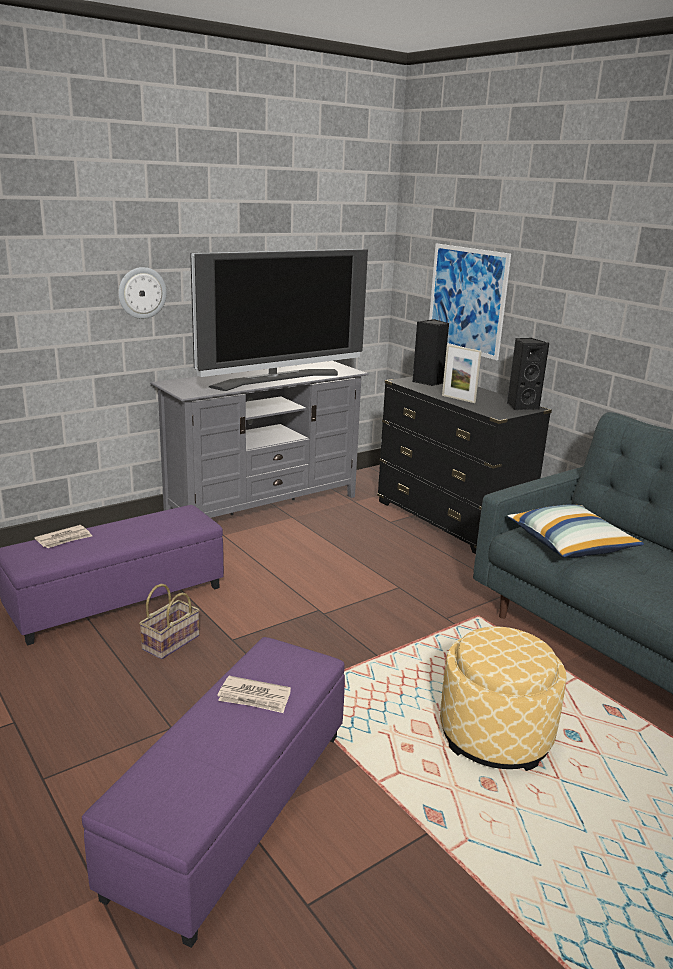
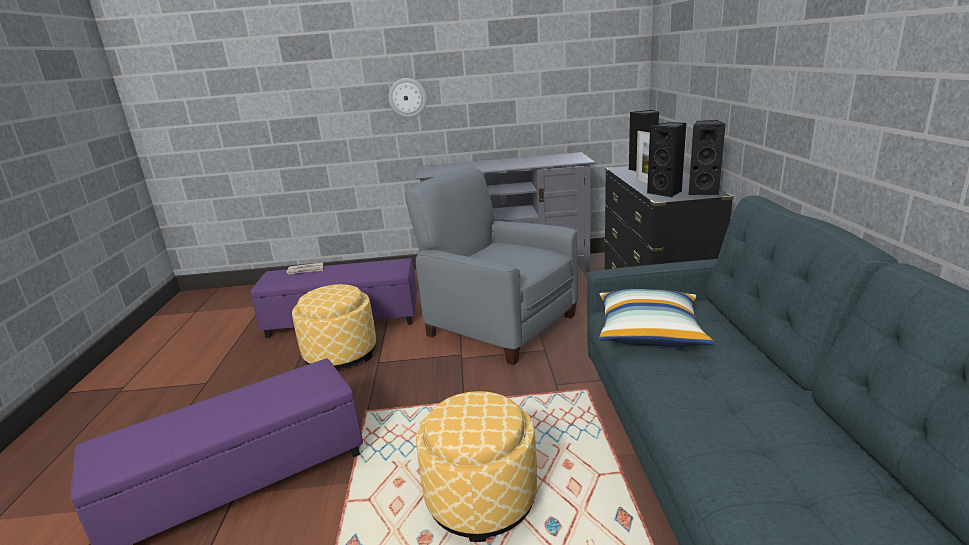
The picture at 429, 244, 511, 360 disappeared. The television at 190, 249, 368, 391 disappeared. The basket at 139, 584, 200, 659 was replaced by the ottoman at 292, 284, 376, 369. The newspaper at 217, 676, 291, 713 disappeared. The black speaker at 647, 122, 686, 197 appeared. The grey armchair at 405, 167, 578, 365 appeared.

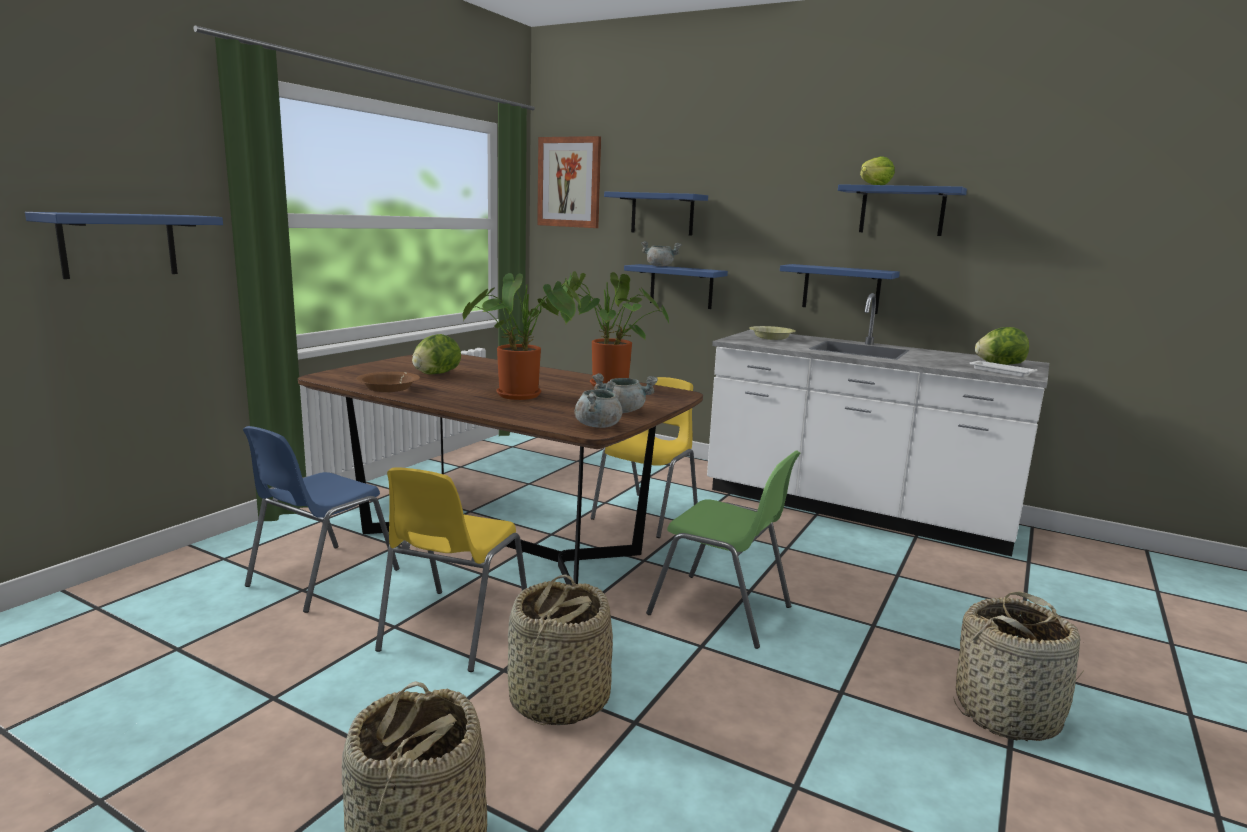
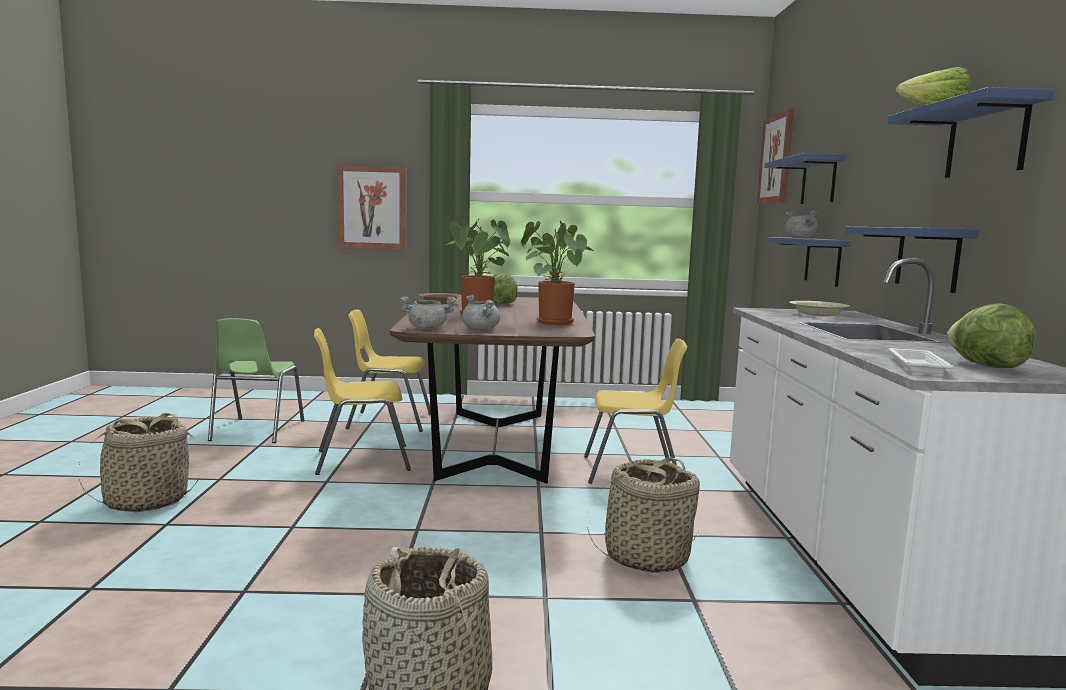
The blue shelf at 25, 212, 223, 279 was replaced by the picture at 337, 165, 406, 250. The blue chair at 243, 426, 399, 613 became the yellow chair at 346, 309, 431, 432. The green chair moved from 646, 451, 800, 649 to 208, 318, 304, 443. The basket moved from 507, 574, 613, 725 to 587, 457, 700, 573.

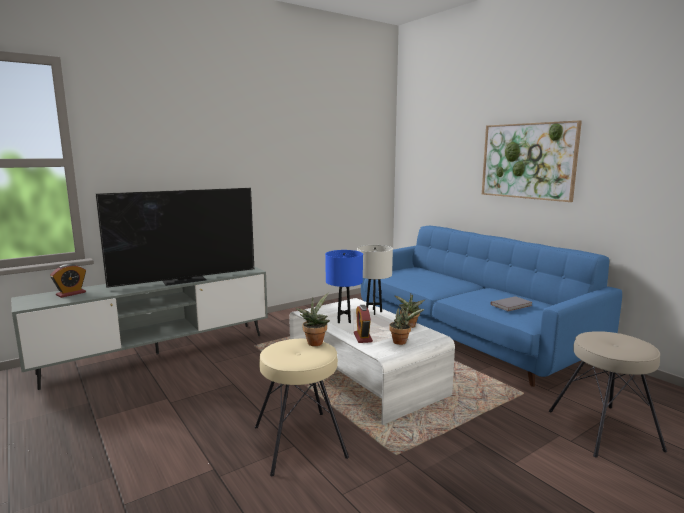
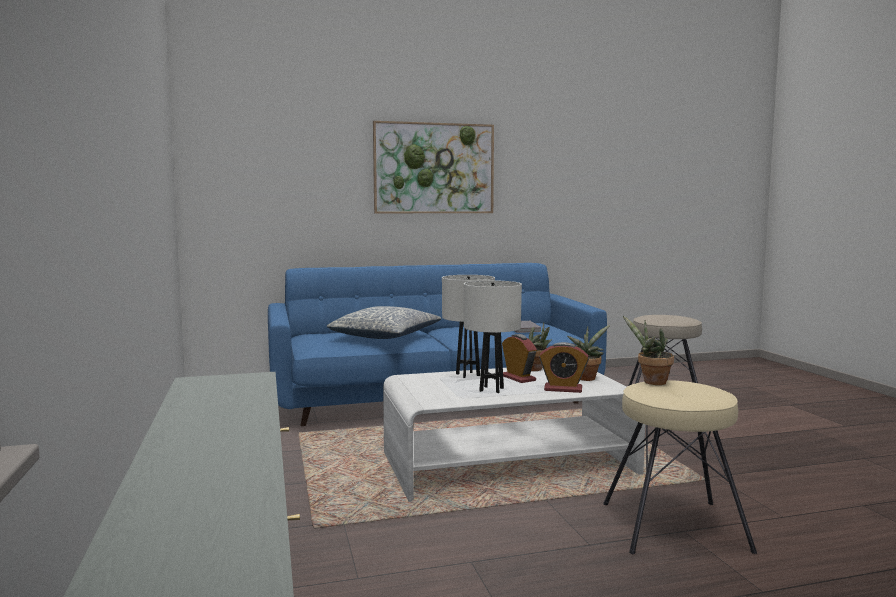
The television at 96, 188, 254, 288 disappeared. The blue table lamp at 325, 250, 363, 323 became the white table lamp at 464, 280, 522, 393. The alarm clock moved from 50, 264, 86, 298 to 502, 334, 537, 383. The pillow at 327, 306, 441, 339 appeared.

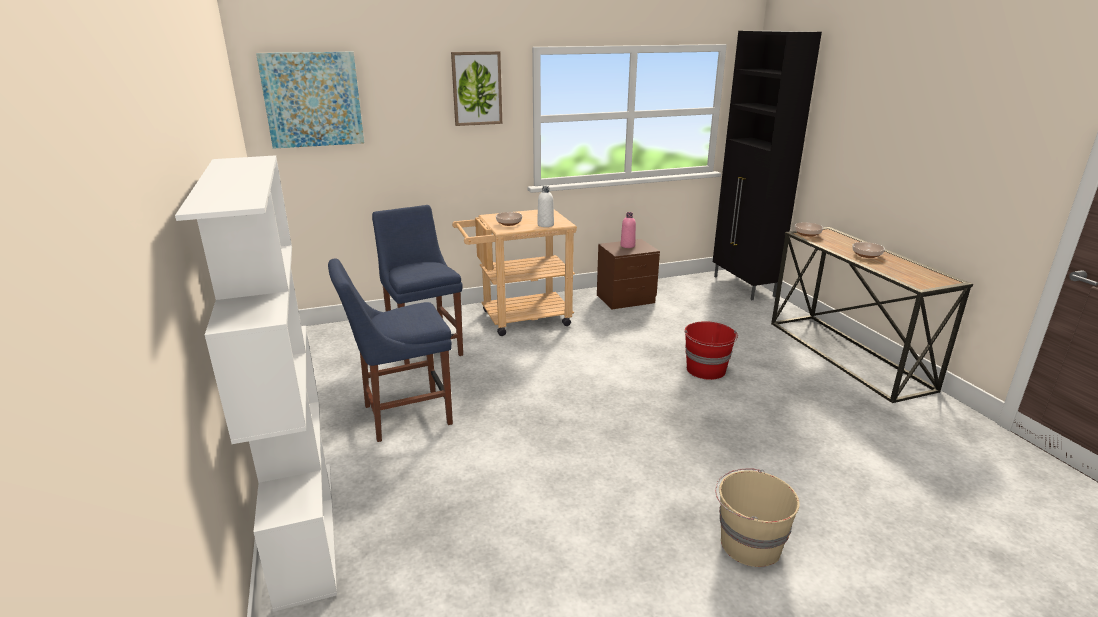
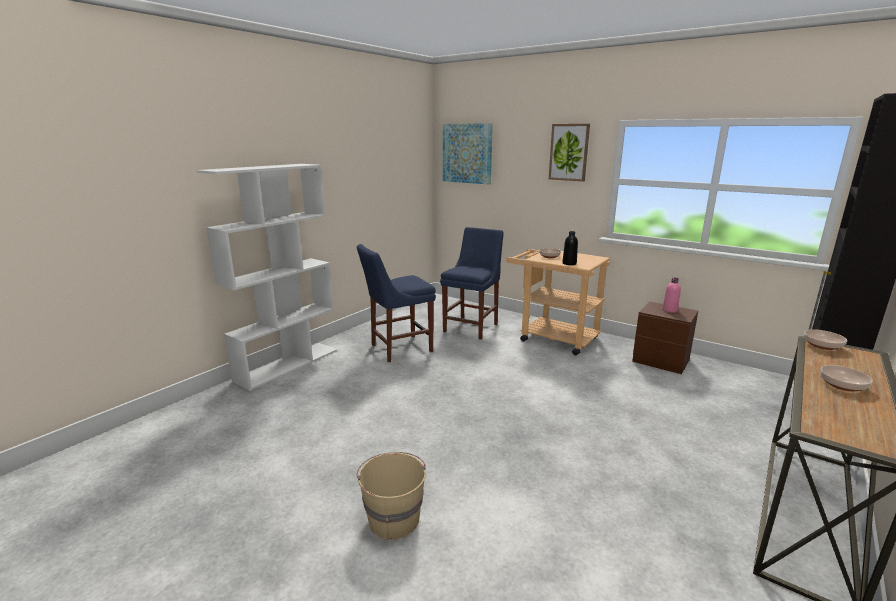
The white bottle at 537, 186, 554, 227 became the black bottle at 563, 231, 578, 265. The blue chair at 328, 259, 453, 442 turned 60 degrees counterclockwise. The red bucket at 685, 321, 738, 380 disappeared.

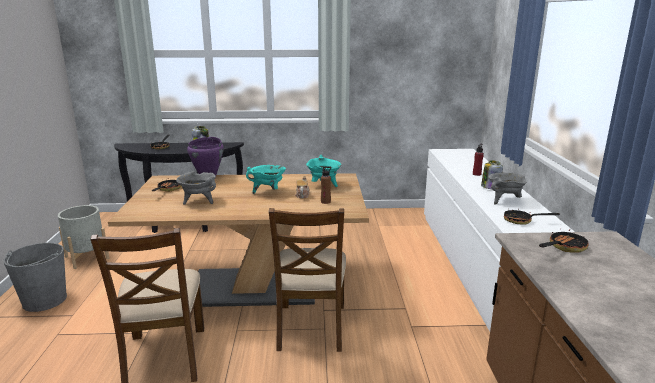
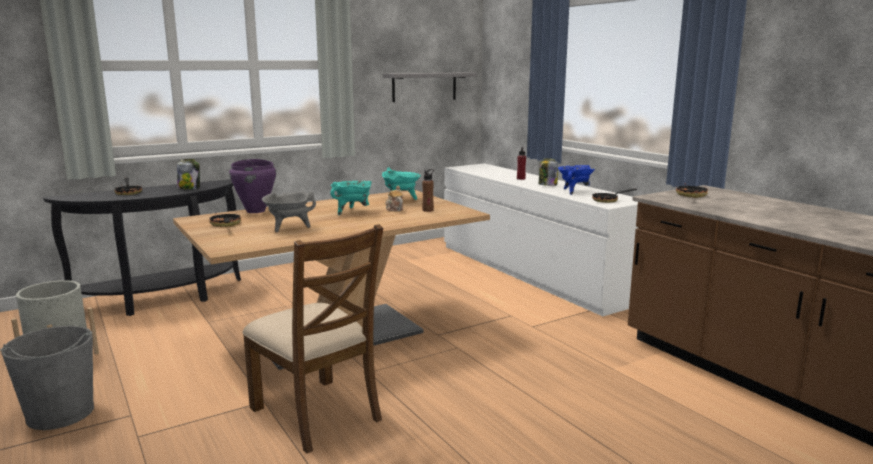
The grey cooking pot at 489, 173, 527, 205 became the blue cooking pot at 558, 165, 595, 195. The brown chair at 269, 208, 346, 352 disappeared. The grey shelf at 383, 72, 476, 102 appeared.

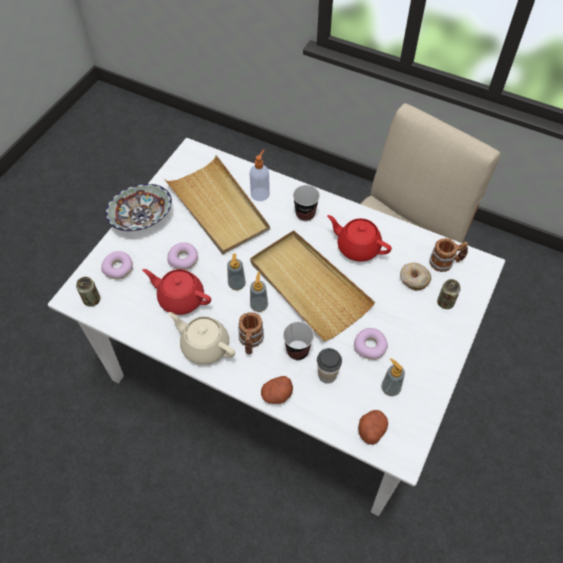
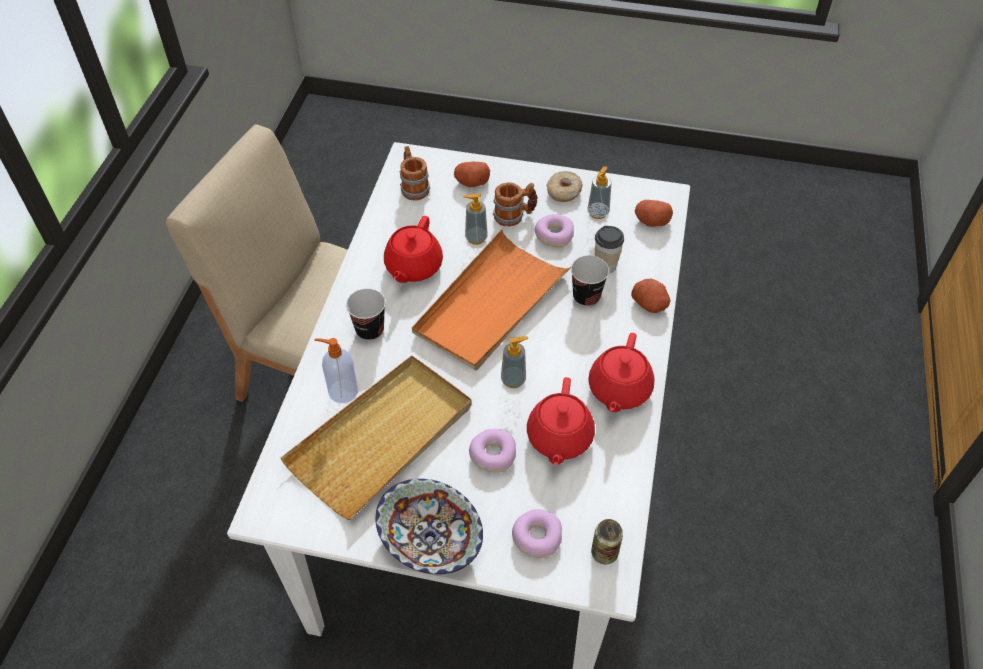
The beige tray at 250, 230, 375, 341 became the orange tray at 412, 229, 571, 371. The donut moved from 400, 263, 431, 291 to 546, 171, 582, 202. The soap dispenser moved from 250, 271, 268, 312 to 464, 193, 488, 245. The can at 437, 279, 460, 309 was replaced by the potato at 454, 162, 490, 187. The beige teapot at 168, 312, 235, 365 became the red teapot at 588, 333, 655, 412. The mug moved from 238, 312, 264, 354 to 493, 182, 538, 227.

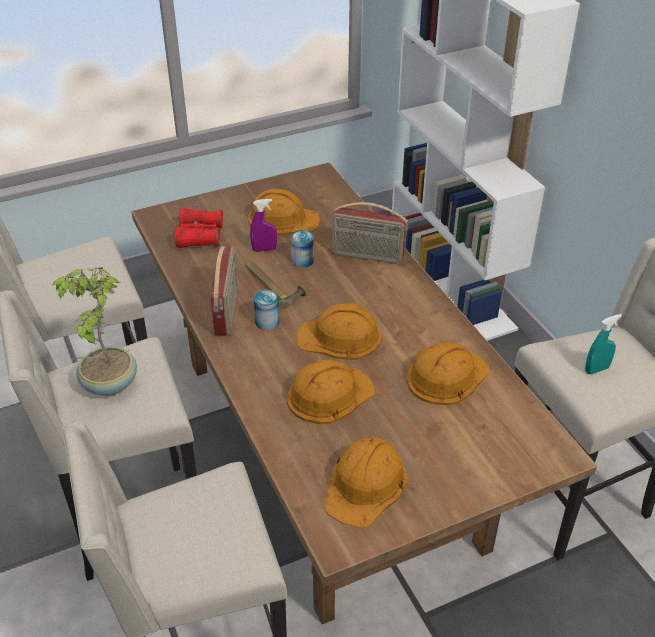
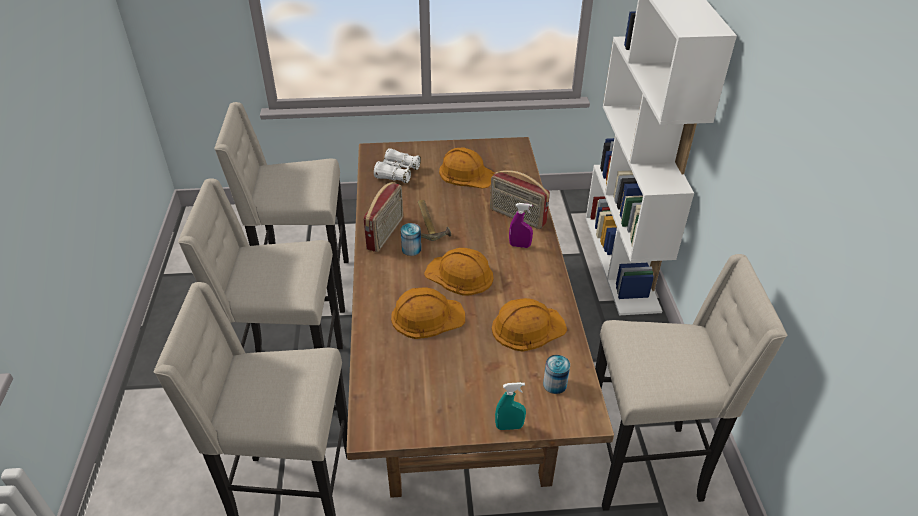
The purple spray bottle moved from 250, 199, 277, 252 to 509, 203, 533, 248. The red binoculars at 175, 208, 223, 248 became the white binoculars at 374, 148, 421, 183. The can moved from 291, 230, 314, 268 to 543, 355, 570, 394. The potted plant at 51, 267, 137, 396 disappeared. The turquoise spray bottle moved from 585, 314, 622, 374 to 495, 382, 526, 430. The orange hard hat at 324, 437, 408, 528 disappeared.

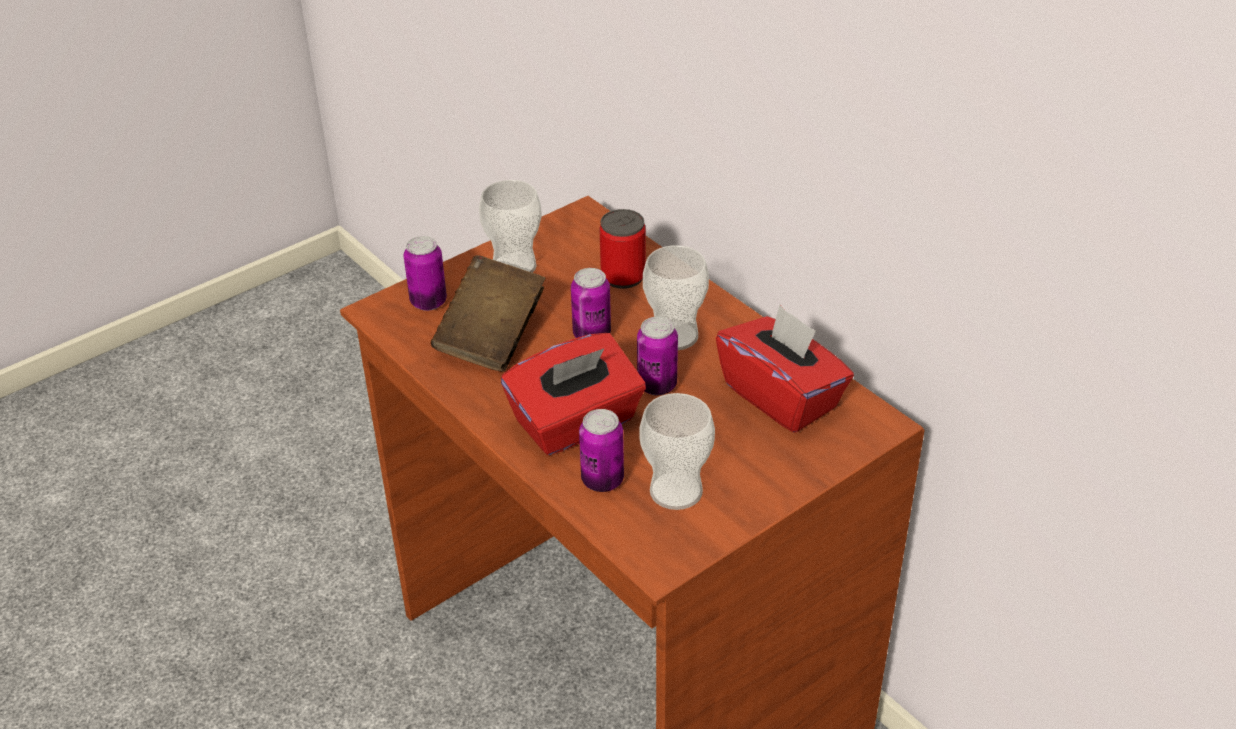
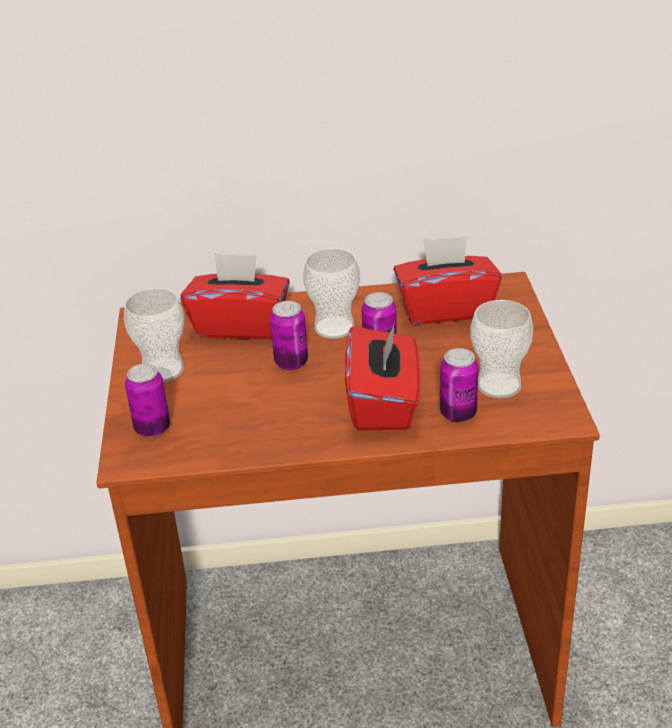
The can at 600, 209, 646, 289 was replaced by the red tissue box at 180, 253, 290, 340. The brown book at 431, 255, 545, 372 disappeared.

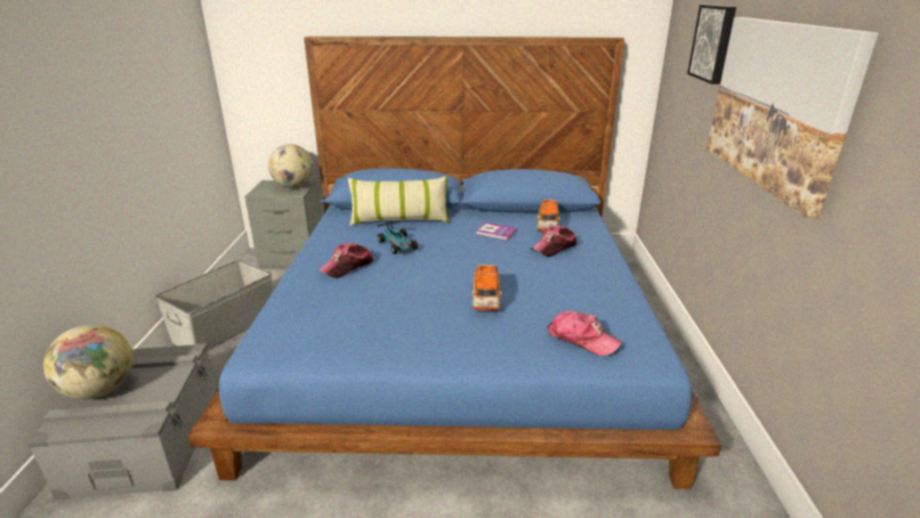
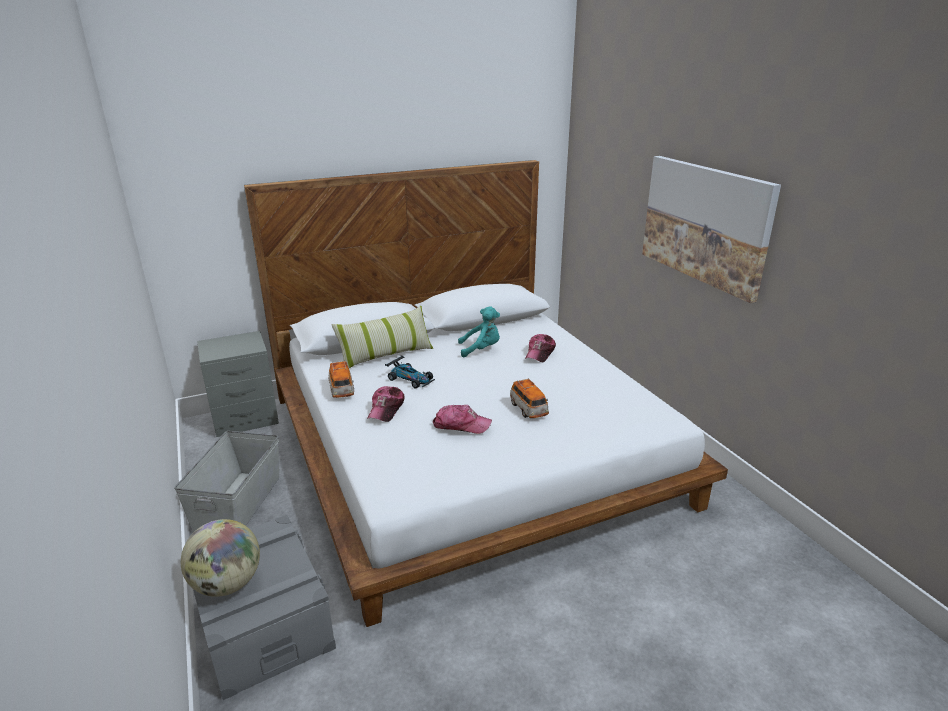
The picture at 687, 5, 736, 84 disappeared. The blue bed at 188, 36, 722, 489 became the white bed at 244, 160, 728, 627. The globe at 268, 144, 313, 188 disappeared. The toy car moved from 537, 199, 560, 231 to 329, 361, 354, 398. The book at 476, 222, 517, 240 was replaced by the turquoise plush toy at 458, 306, 500, 357. The cap moved from 548, 311, 622, 356 to 433, 405, 492, 434.

